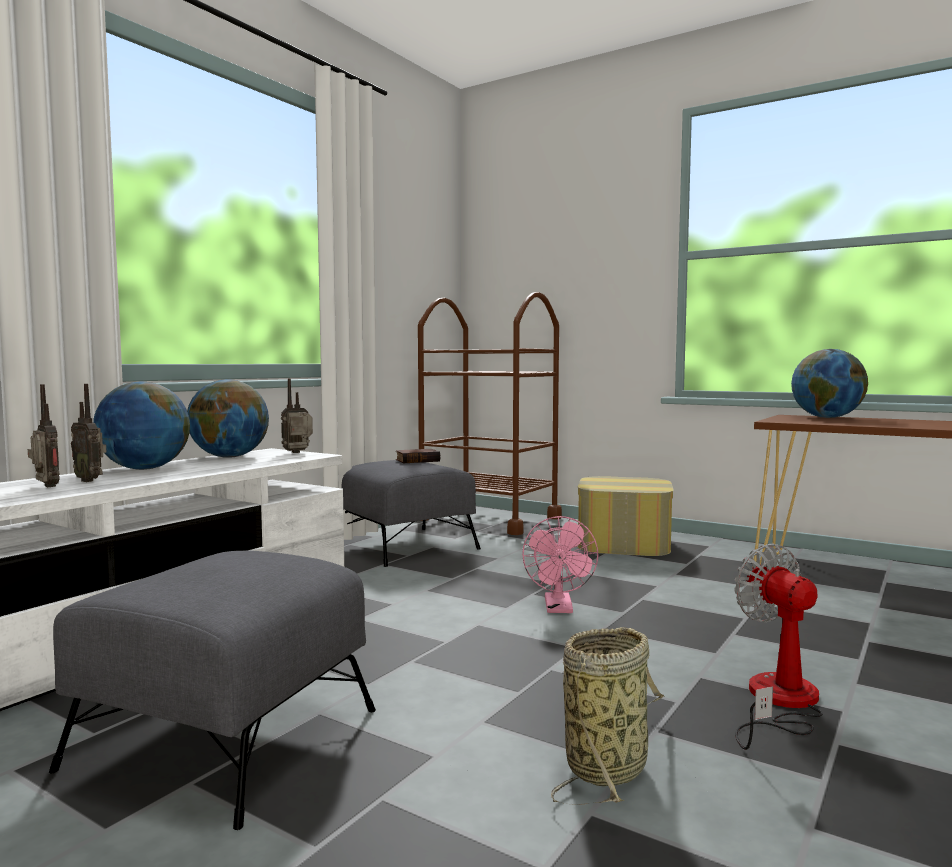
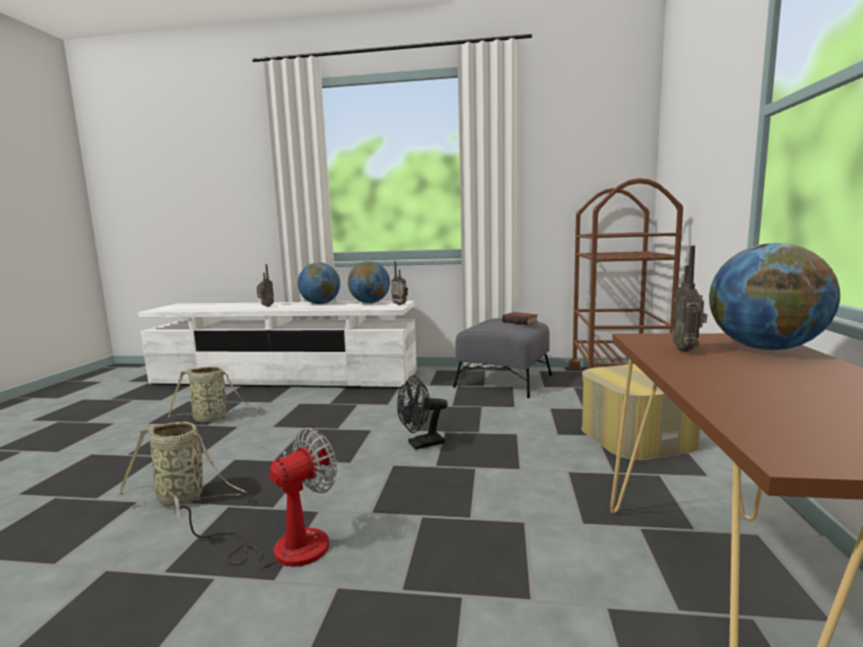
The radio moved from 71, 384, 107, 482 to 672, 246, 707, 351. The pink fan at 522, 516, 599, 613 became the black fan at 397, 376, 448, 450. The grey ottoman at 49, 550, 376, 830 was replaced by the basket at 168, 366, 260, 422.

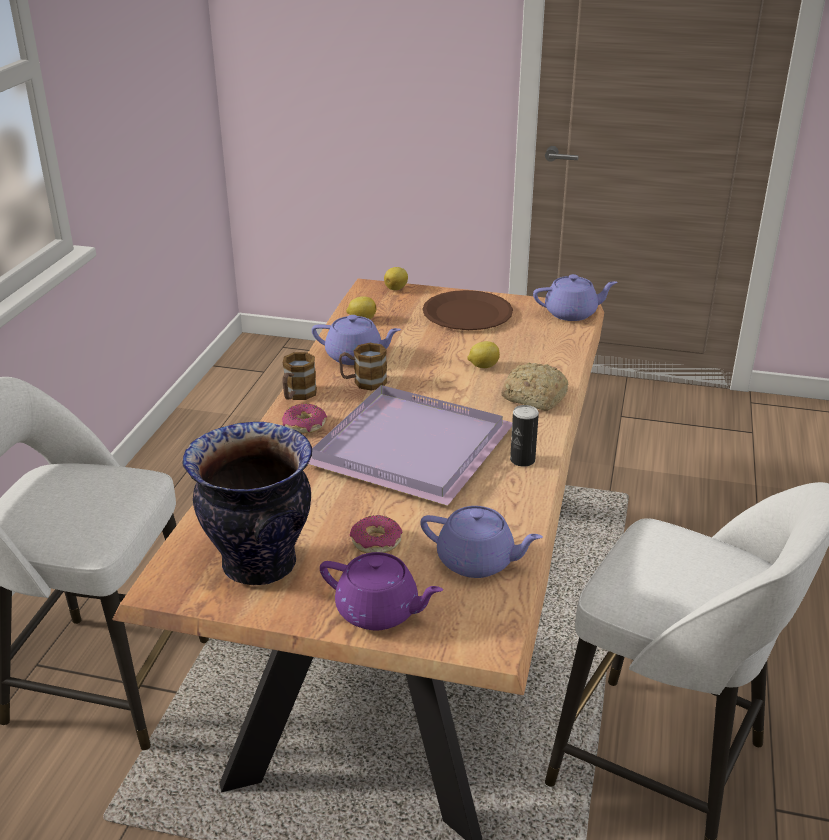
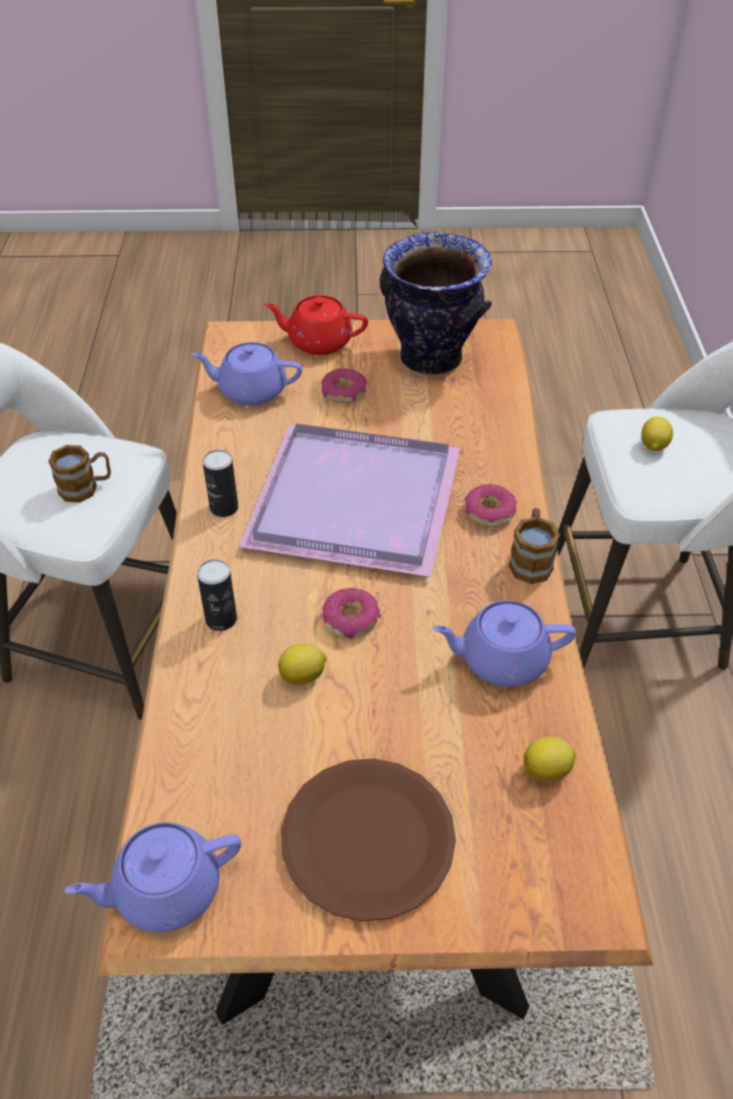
The lemon moved from 384, 267, 408, 290 to 641, 416, 673, 451. The mug moved from 339, 343, 387, 391 to 48, 445, 111, 502. The bread at 501, 362, 568, 411 was replaced by the can at 197, 559, 237, 631. The purple teapot at 320, 552, 443, 630 became the red teapot at 264, 295, 368, 355. The donut at 322, 588, 381, 639 appeared.

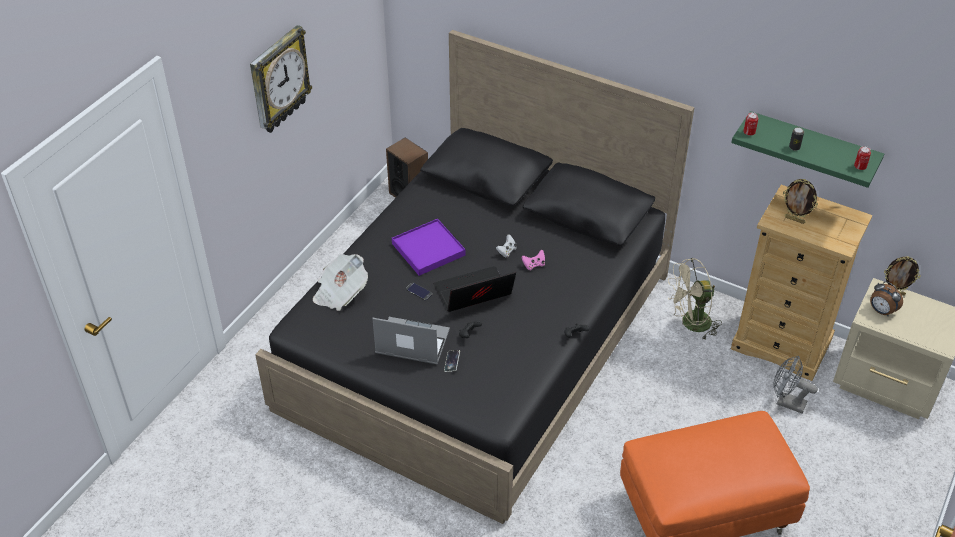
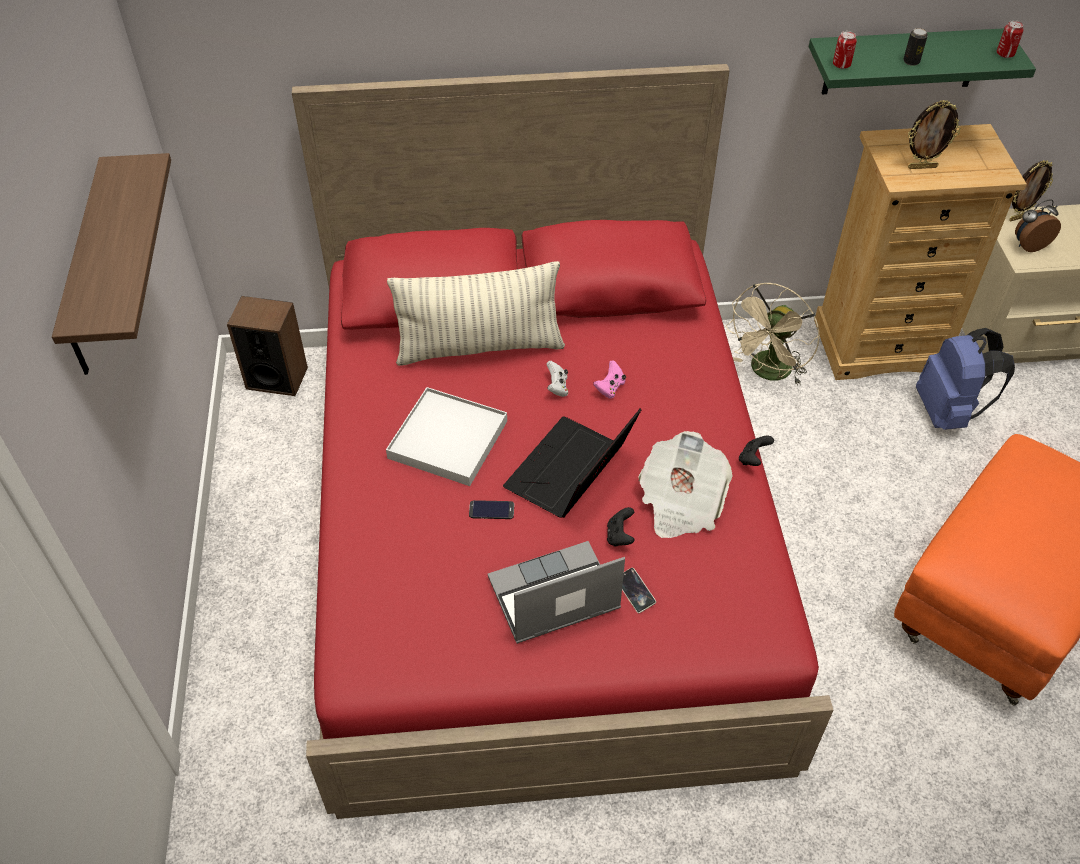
The wall clock at 250, 25, 312, 133 was replaced by the shelf at 52, 153, 171, 375. The black bed at 255, 30, 695, 524 became the red bed at 292, 64, 833, 819. The purple tray at 392, 219, 466, 276 became the white tray at 386, 387, 507, 486. The newspaper moved from 313, 254, 368, 311 to 639, 431, 733, 538. The alarm clock at 870, 282, 903, 316 turned 150 degrees clockwise. The grey fan at 773, 356, 818, 413 was replaced by the blue backpack at 916, 328, 1015, 430. The pillow at 387, 261, 565, 366 appeared.

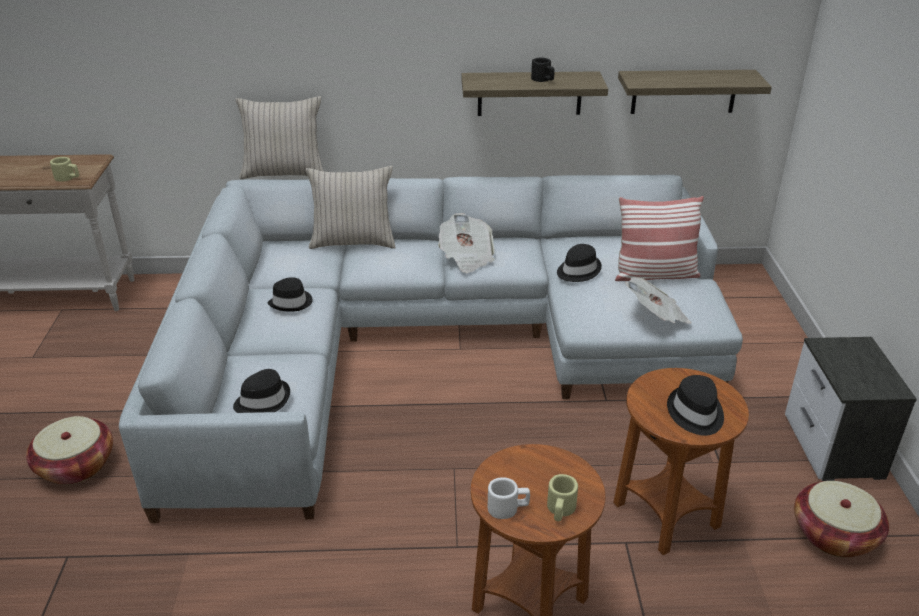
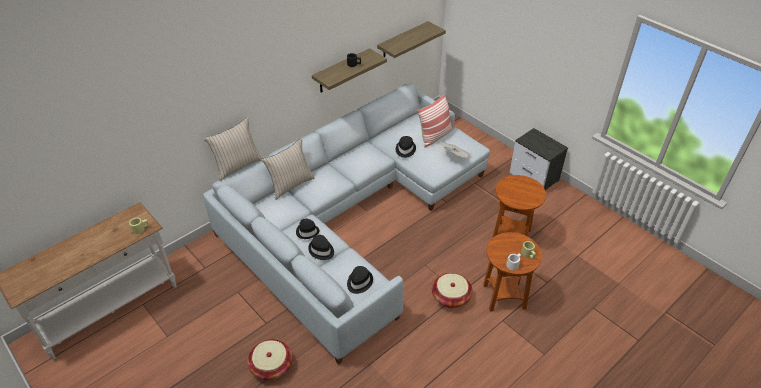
The newspaper at 438, 213, 495, 273 disappeared. The black hat moved from 667, 375, 724, 436 to 308, 235, 334, 260. The basket moved from 794, 481, 889, 558 to 432, 273, 472, 308.

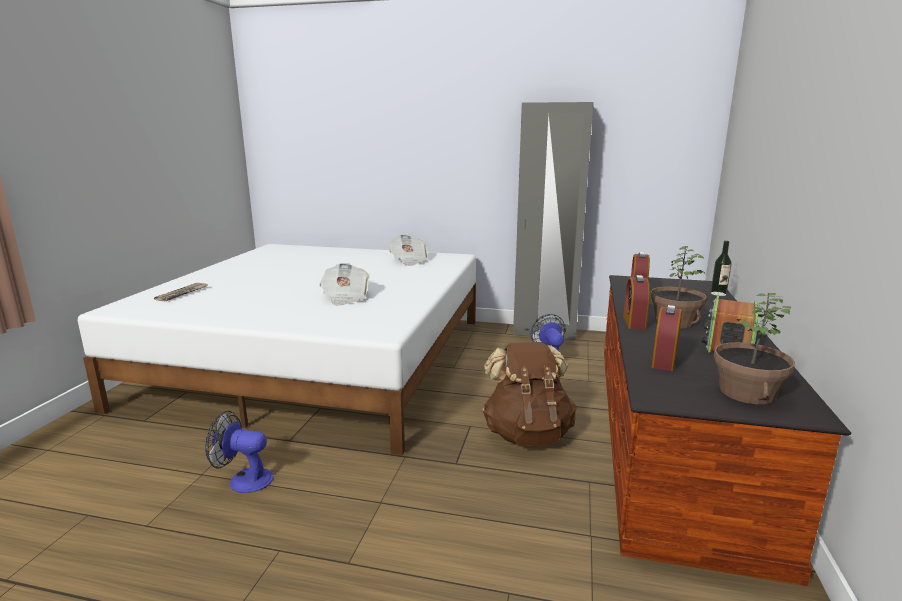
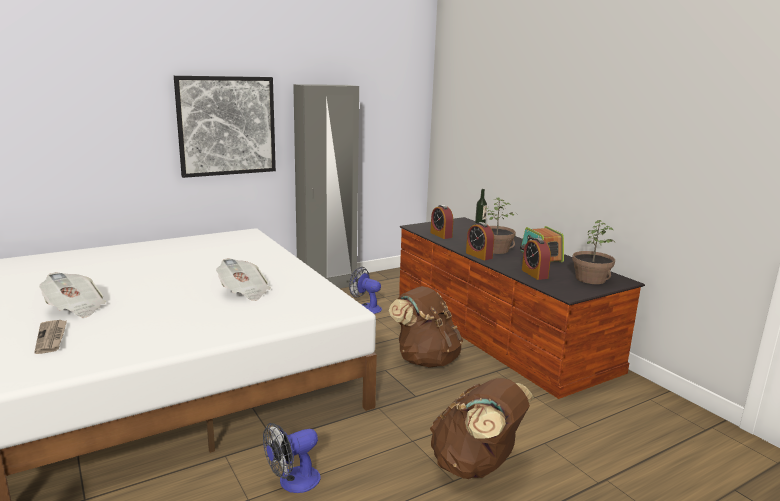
The newspaper moved from 389, 234, 428, 266 to 39, 272, 106, 317. The picture at 174, 76, 276, 178 appeared. The brown backpack at 430, 378, 534, 479 appeared.

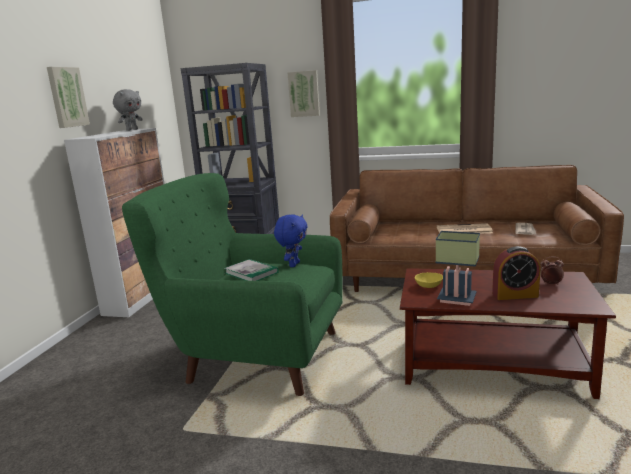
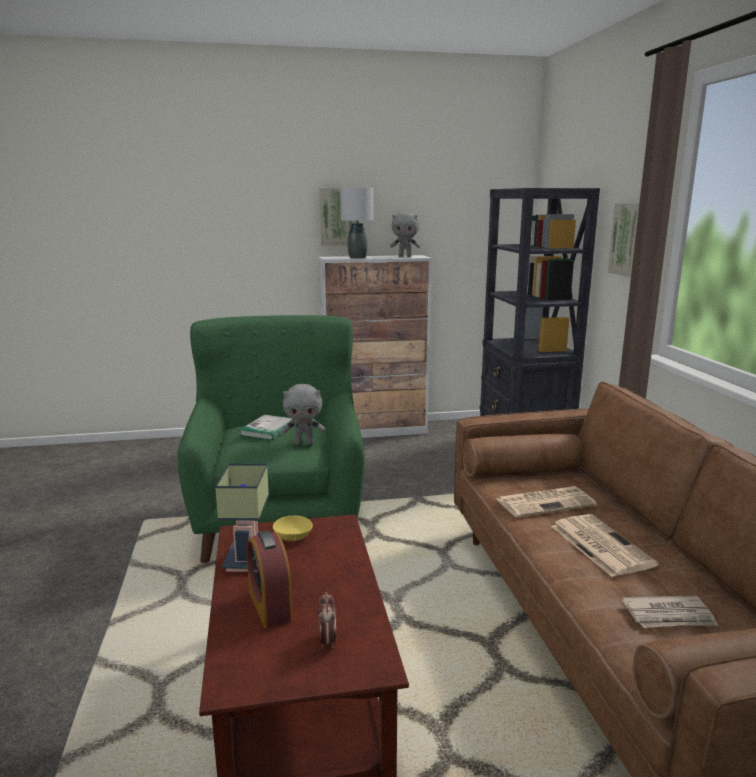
The blue plush toy at 274, 214, 308, 267 became the grey plush toy at 282, 384, 325, 445. The grey table lamp at 340, 188, 373, 259 appeared. The newspaper at 495, 486, 597, 518 appeared.

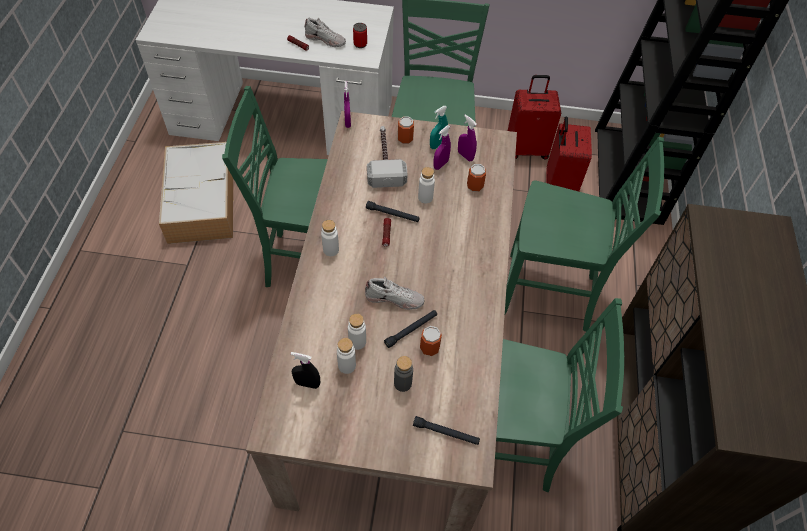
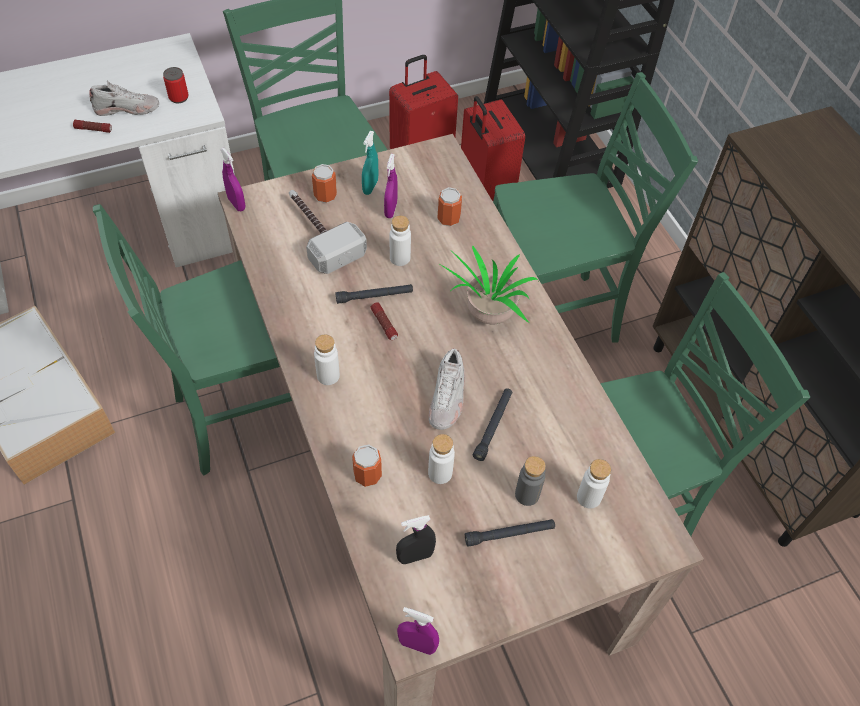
The purple spray bottle moved from 458, 114, 477, 161 to 397, 607, 439, 655. The white shoe at 365, 276, 424, 310 turned 120 degrees clockwise. The can moved from 420, 326, 442, 356 to 352, 444, 382, 487. The white bottle moved from 337, 338, 356, 374 to 577, 459, 611, 509. The black flashlight moved from 413, 416, 480, 445 to 465, 519, 555, 547. The potted plant at 438, 246, 538, 324 appeared.

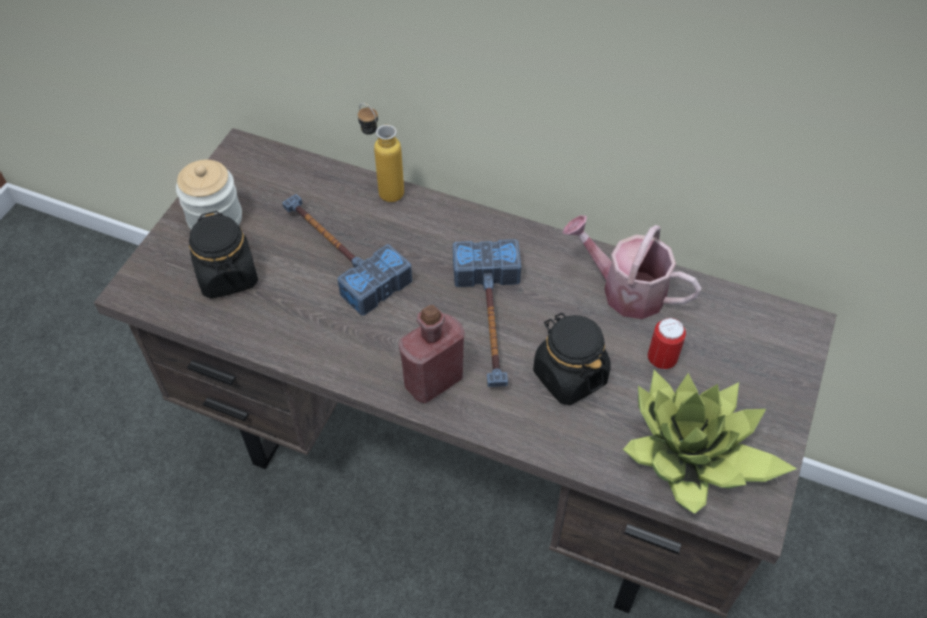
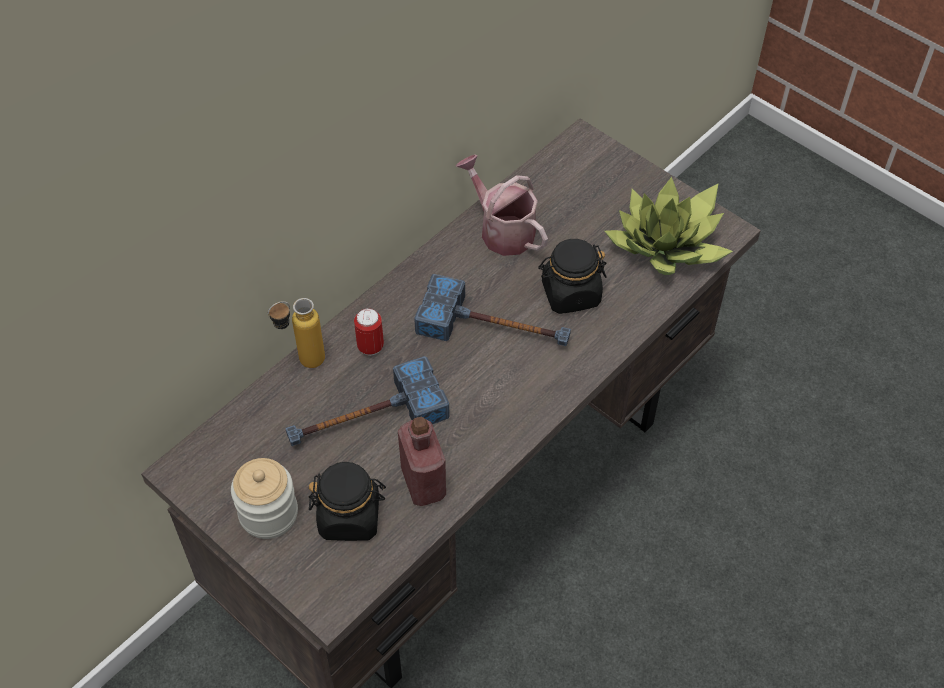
The watering can at 563, 215, 702, 319 turned 90 degrees clockwise. The red bottle moved from 399, 305, 464, 404 to 398, 417, 446, 506. The can moved from 648, 318, 686, 370 to 354, 308, 384, 356.

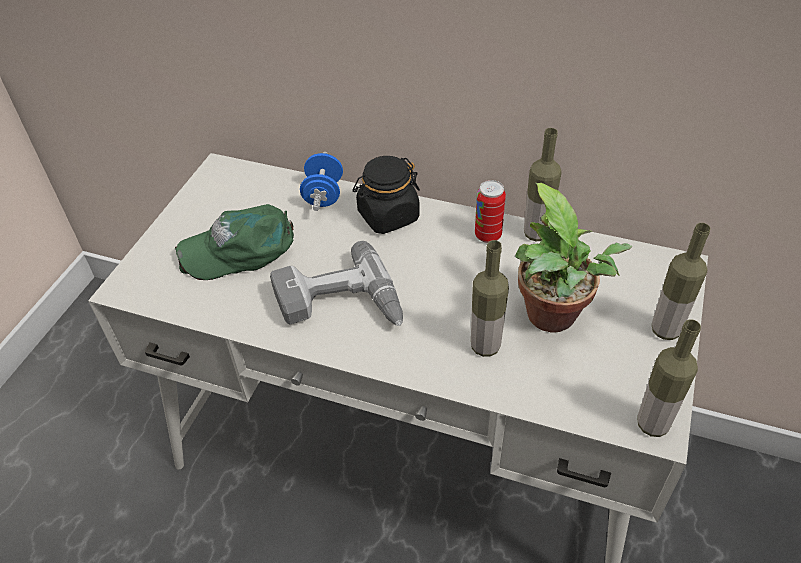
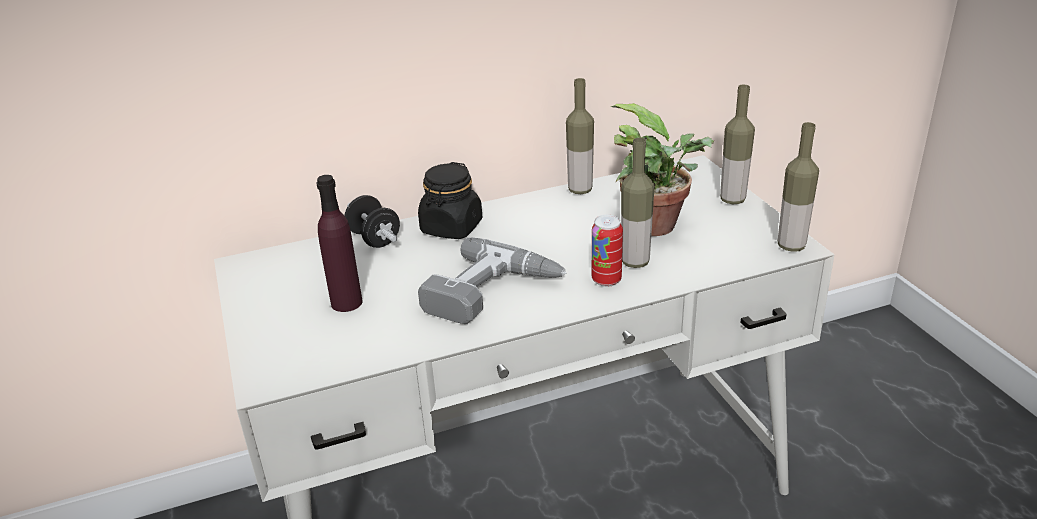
The blue dumbbell at 300, 152, 343, 211 became the black dumbbell at 344, 195, 400, 248. The can moved from 475, 180, 506, 243 to 592, 215, 623, 287. The green cap at 175, 204, 294, 280 was replaced by the purple bottle at 316, 175, 363, 312.

